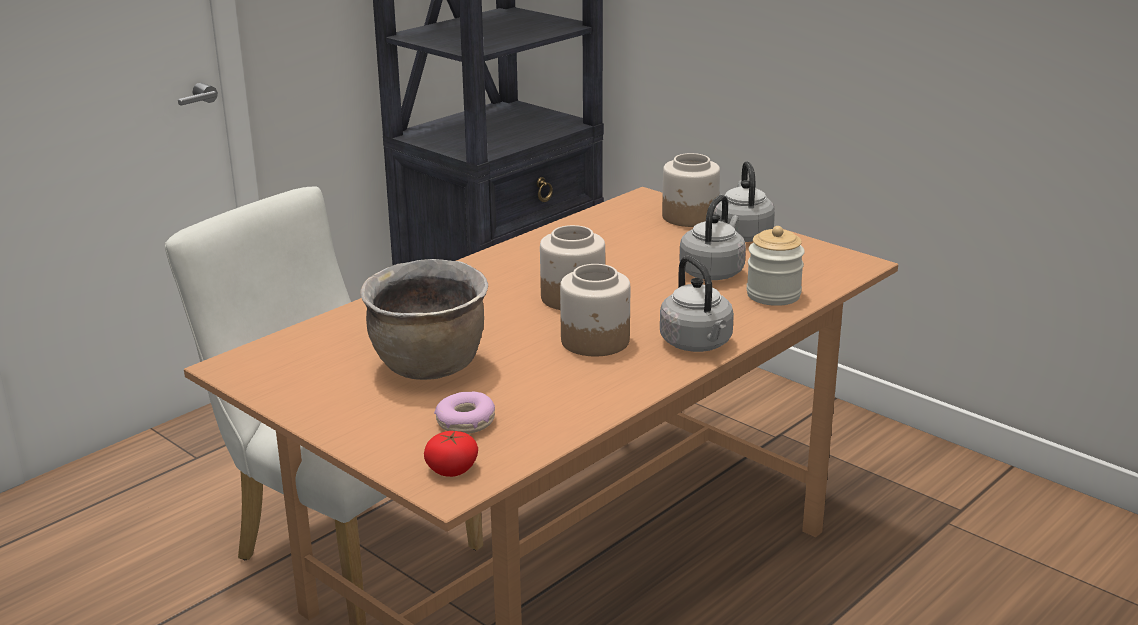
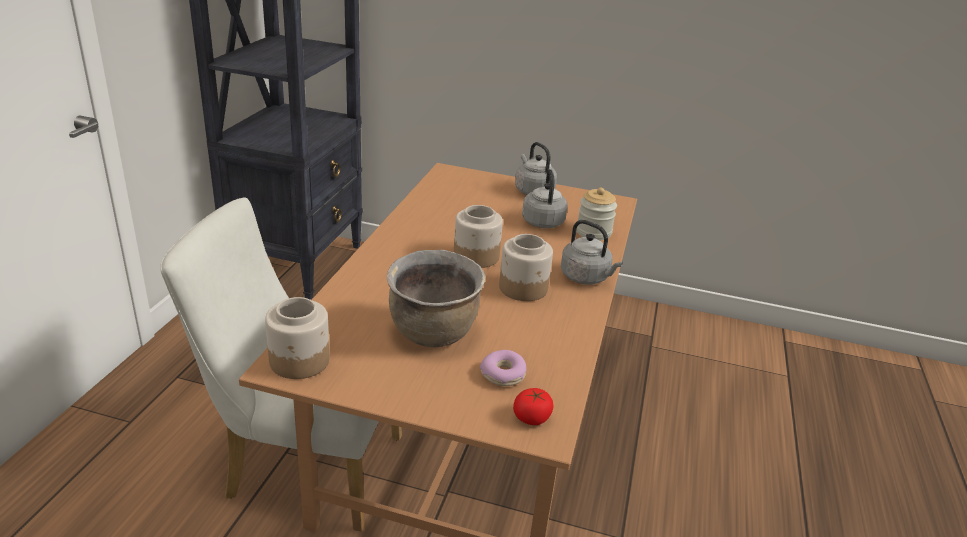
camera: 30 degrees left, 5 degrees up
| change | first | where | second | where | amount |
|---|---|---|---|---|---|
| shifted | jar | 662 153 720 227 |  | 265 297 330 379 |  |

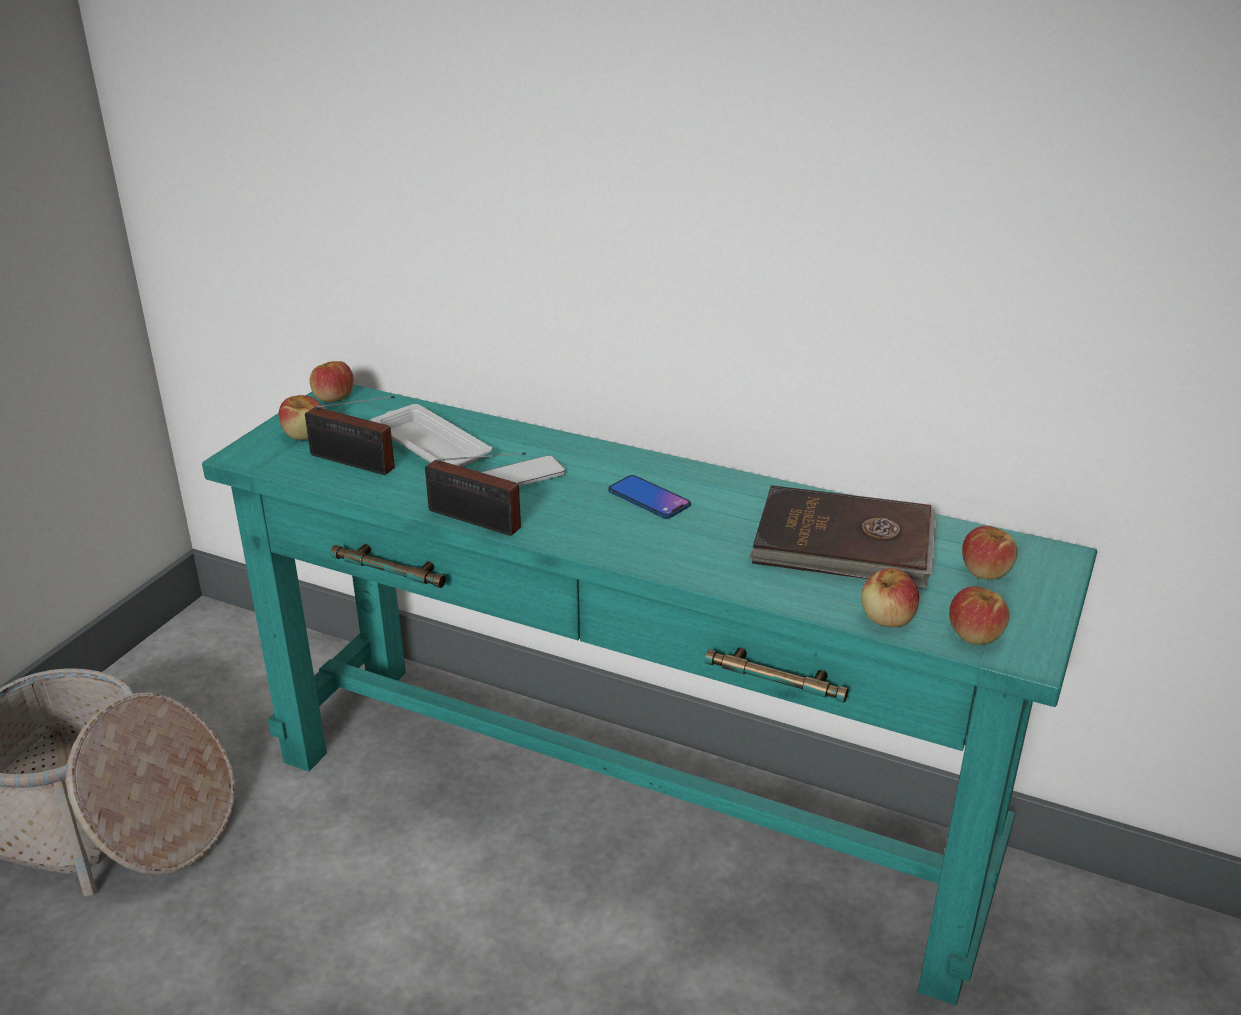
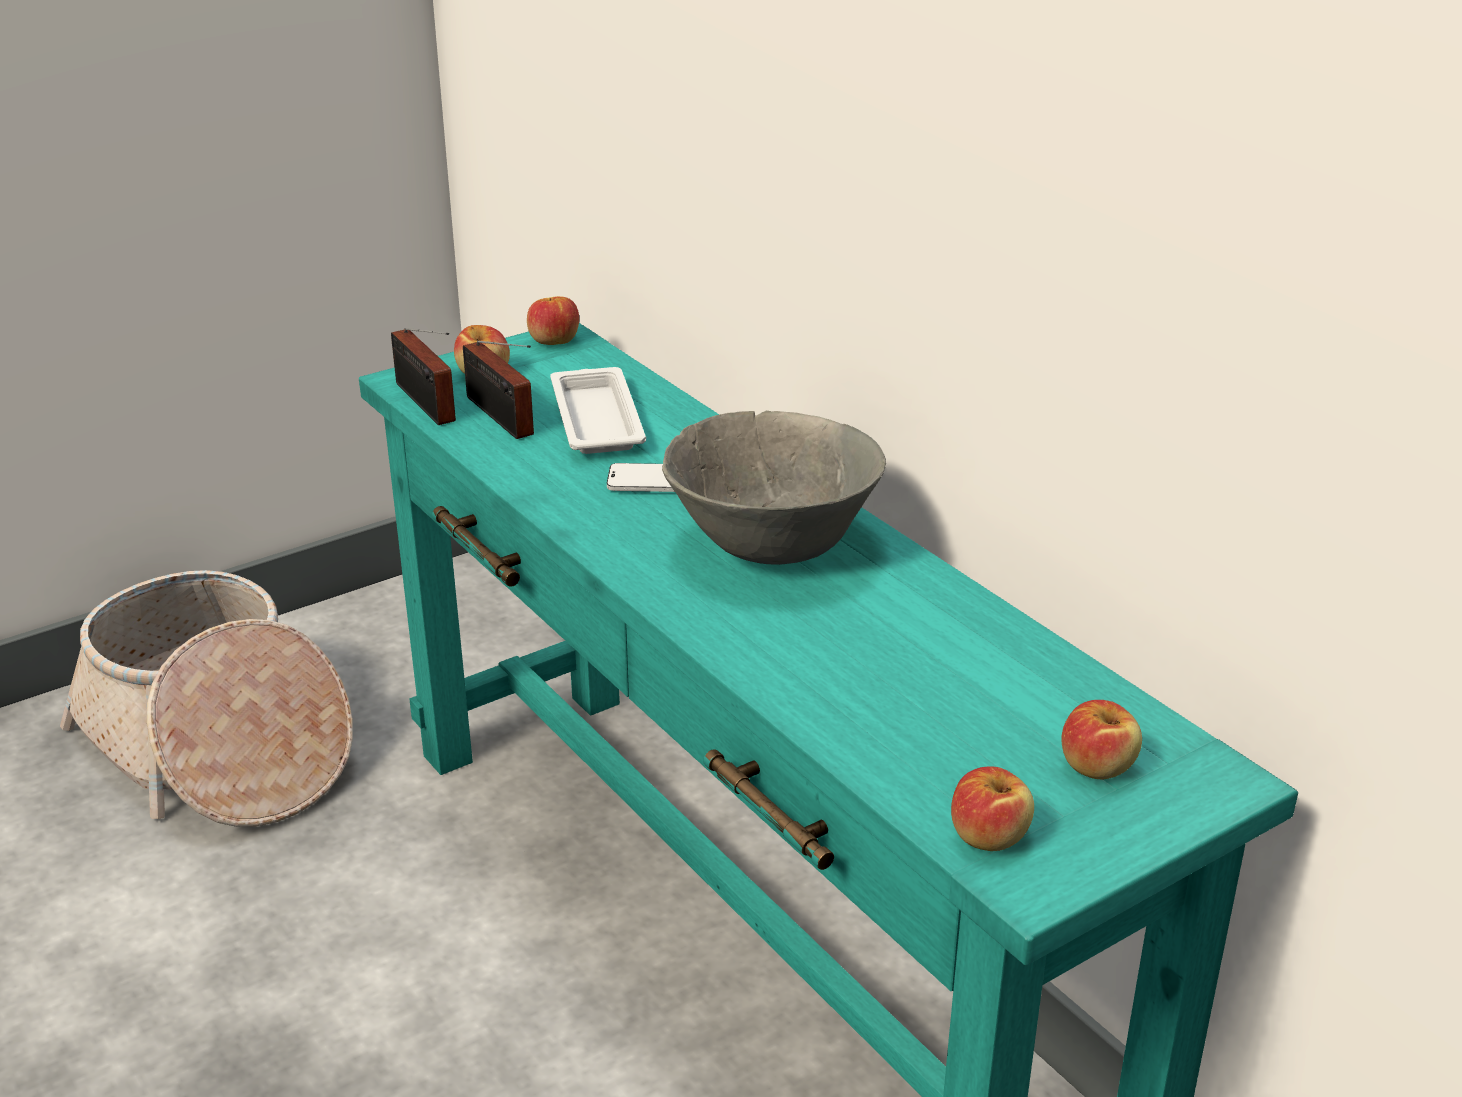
camera: 30 degrees right, 0 degrees up
| change | first | where | second | where | amount |
|---|---|---|---|---|---|
| shifted | radio | 425 453 526 536 |  | 391 328 456 425 |  |
| swapped | phone | 608 475 691 519 | grey bowl | 662 410 886 565 |  |
| gone | brown book | 749 485 937 588 |  |  |  |
| gone | apple | 861 568 919 627 |  |  |  |

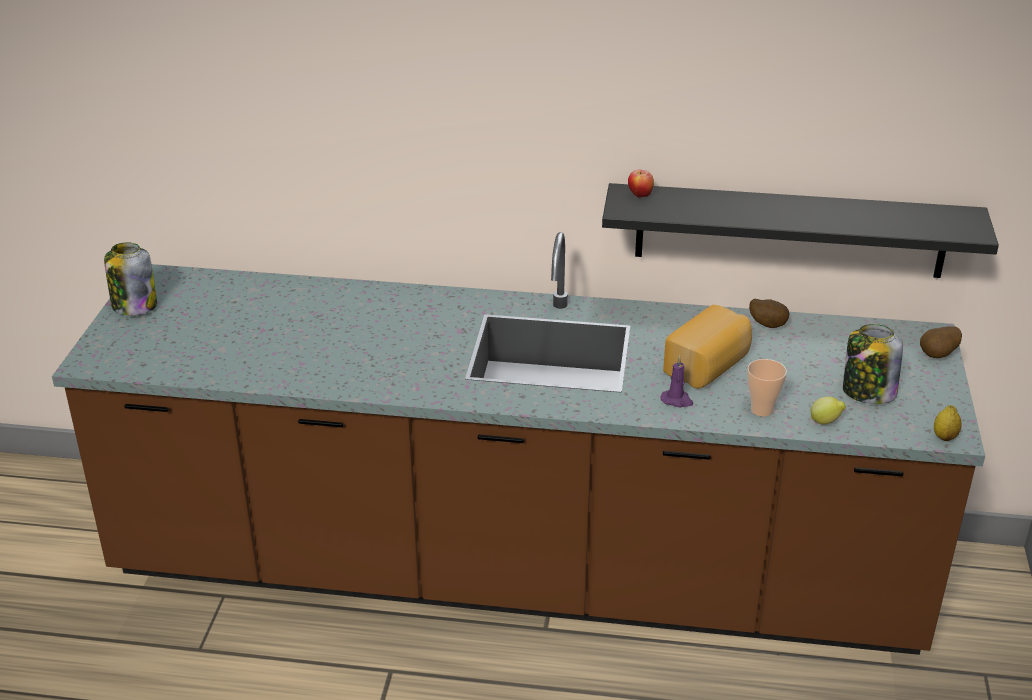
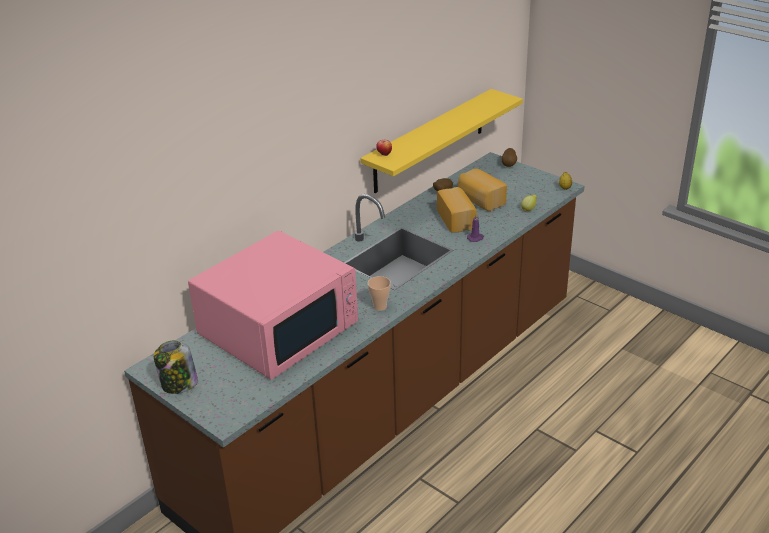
camera: 55 degrees left, 0 degrees up
| change | first | where | second | where | amount |
|---|---|---|---|---|---|
| repainted | black shelf | 602 183 999 278 | yellow shelf | 361 89 523 193 |  |
| gone | jar | 843 324 903 404 |  |  |  |
| shifted | cup | 747 359 787 416 |  | 368 276 391 311 |  |
| new |  |  | bread | 458 169 507 211 |  |
| new |  |  | pink microwave | 188 230 358 380 |  |

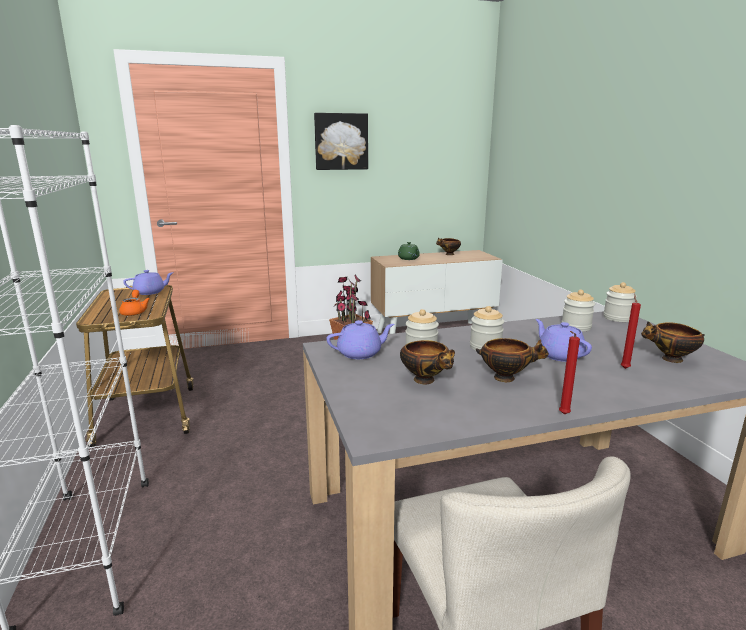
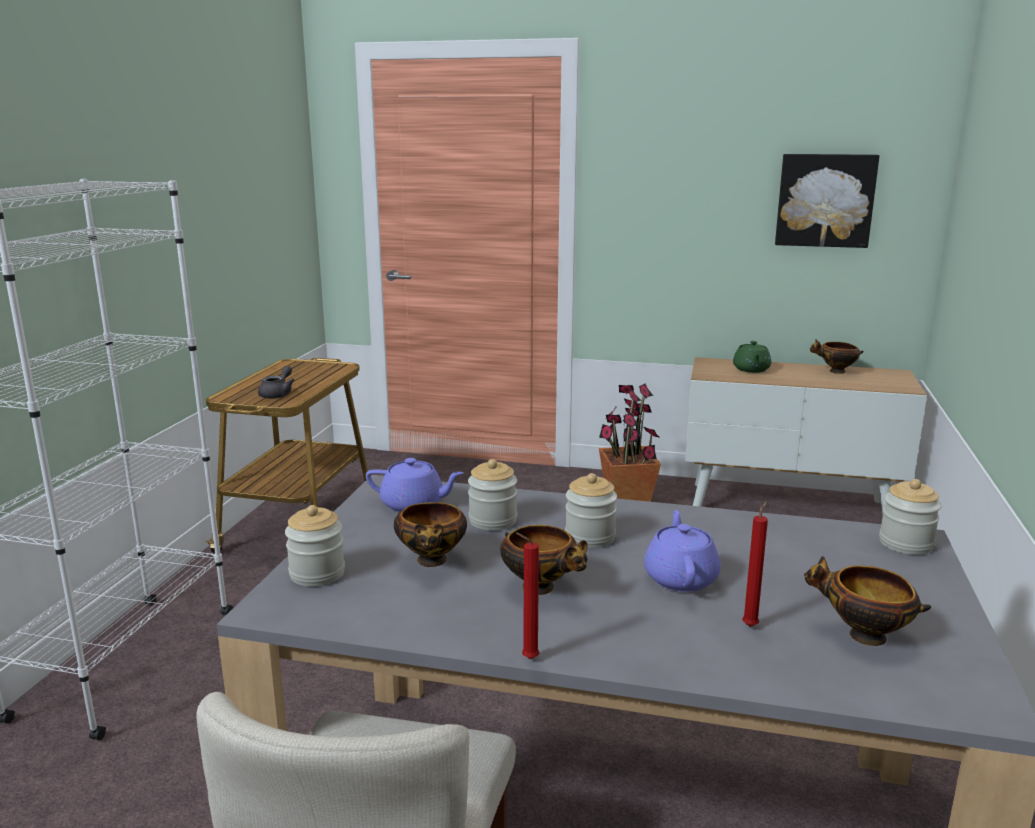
camera: 30 degrees right, 0 degrees up
| change | first | where | second | where | amount |
|---|---|---|---|---|---|
| shifted | picture | 314 113 368 170 |  | 775 154 879 248 |  |
| gone | purple teapot | 123 270 174 295 |  |  |  |
| repainted | orange teapot | 119 290 150 316 | grey teapot | 258 366 295 399 |  |
| shifted | jar | 561 290 595 332 |  | 285 505 345 587 |  |

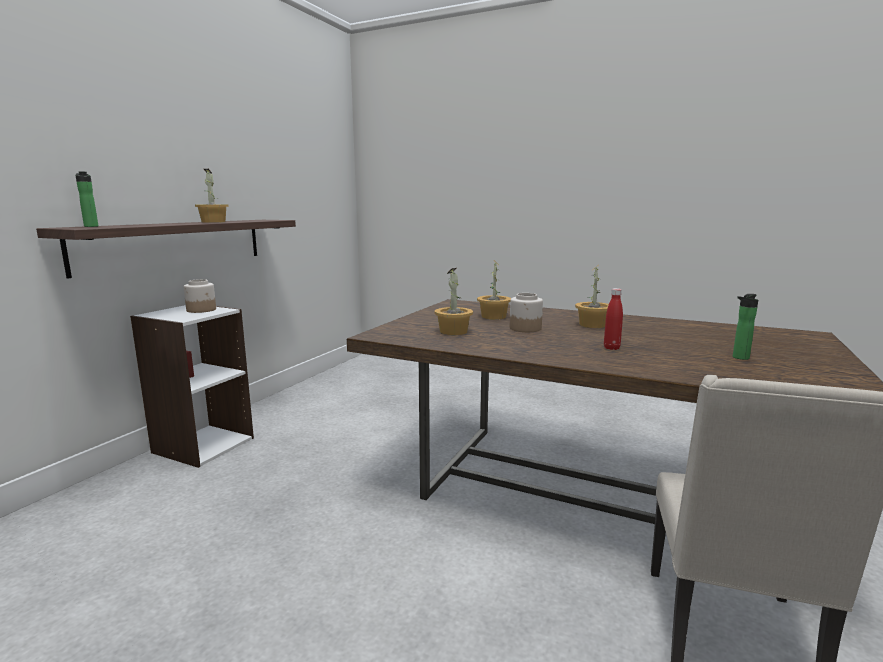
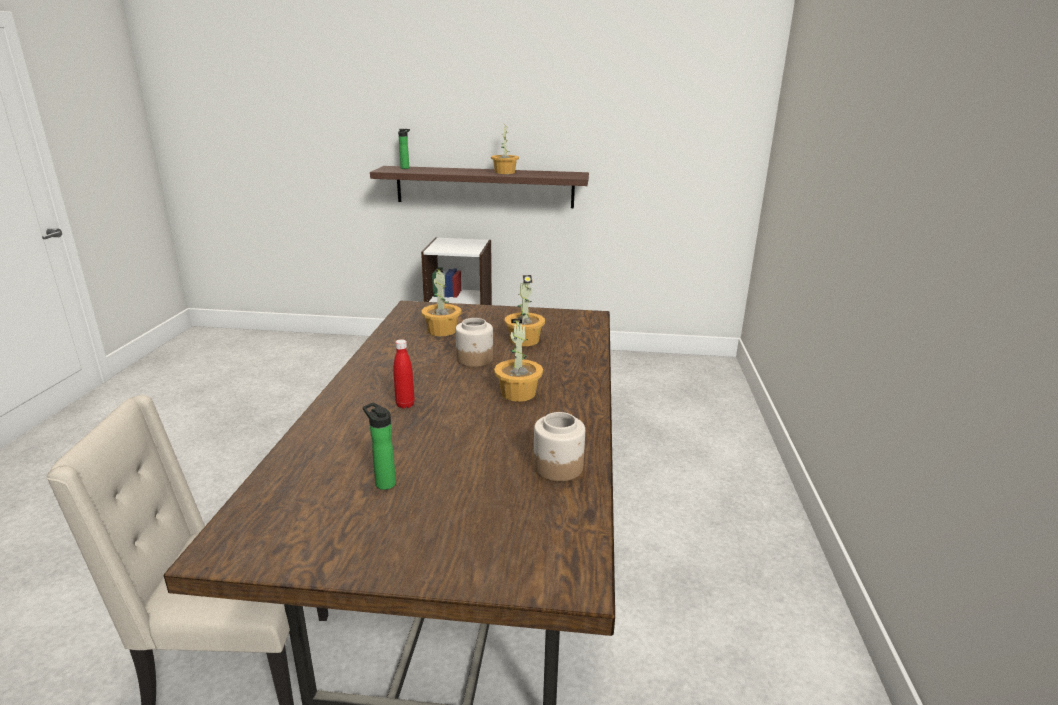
camera: 70 degrees right, 10 degrees up
| change | first | where | second | where | amount |
|---|---|---|---|---|---|
| shifted | jar | 184 279 216 313 |  | 533 412 585 481 |  |

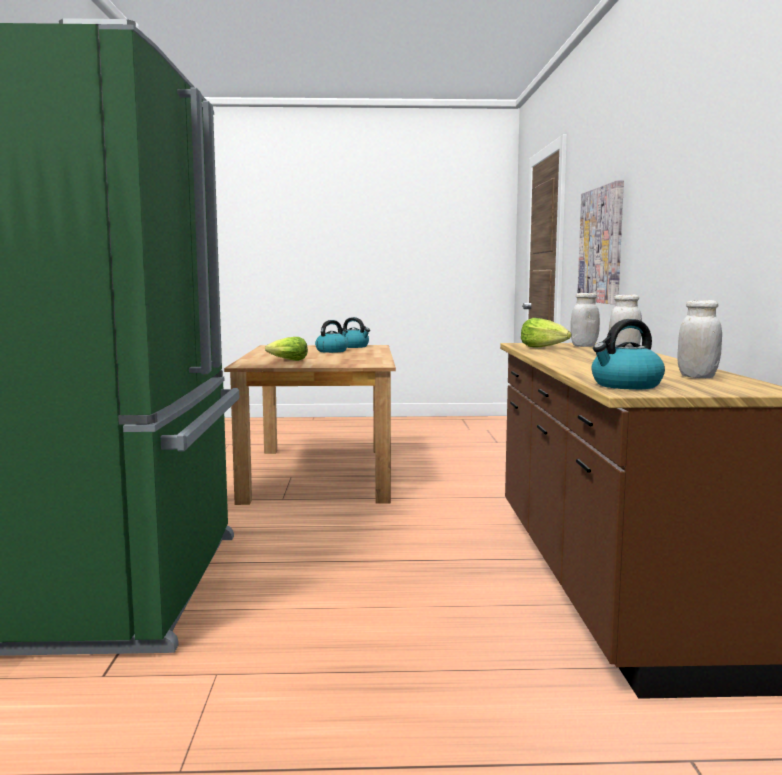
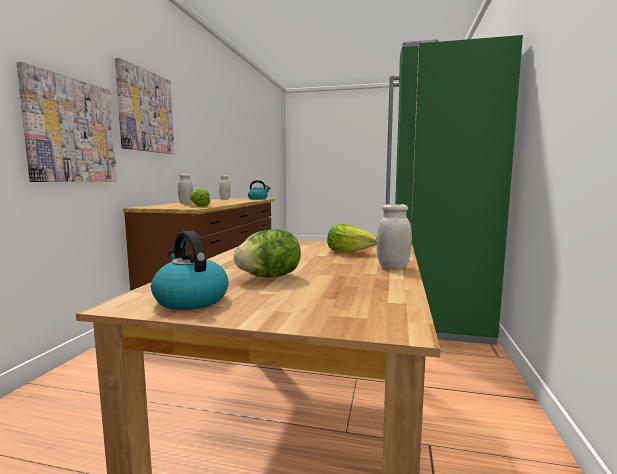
camera: 165 degrees left, 0 degrees up
| change | first | where | second | where | amount |
|---|---|---|---|---|---|
| shifted | white jar | 571 293 600 347 |  | 377 204 412 269 |  |
| swapped | kettle | 315 320 348 353 | lettuce | 234 229 301 277 |  |
| new |  |  | picture | 115 58 175 154 |  |

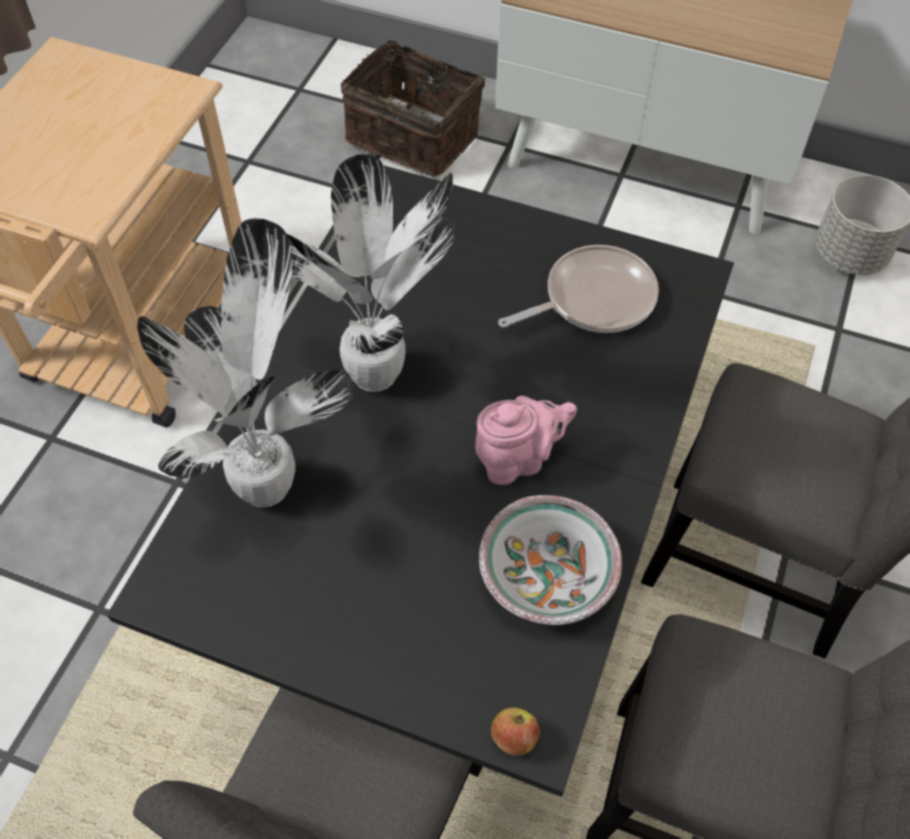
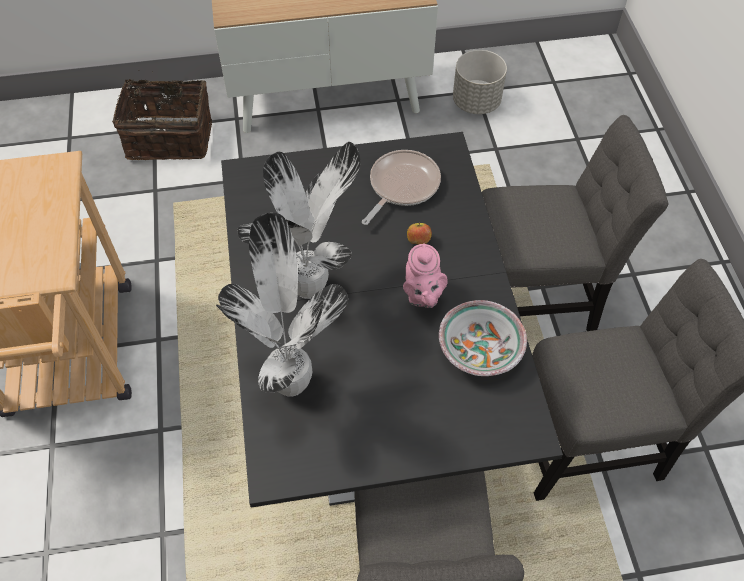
camera: 30 degrees left, 0 degrees up
| change | first | where | second | where | amount |
|---|---|---|---|---|---|
| rotated | pink teapot | 475 396 577 485 |  | 403 243 448 308 | 135 degrees clockwise |
| shifted | apple | 491 707 540 756 |  | 407 223 432 245 |  |

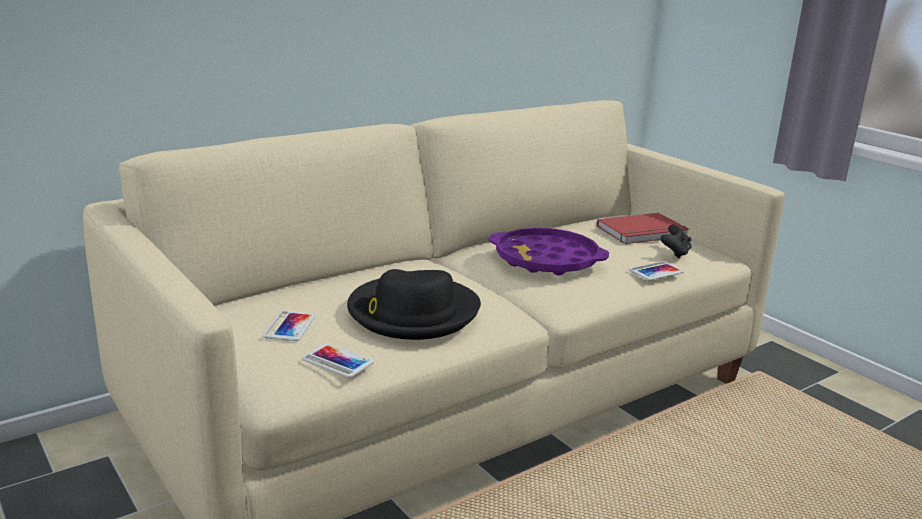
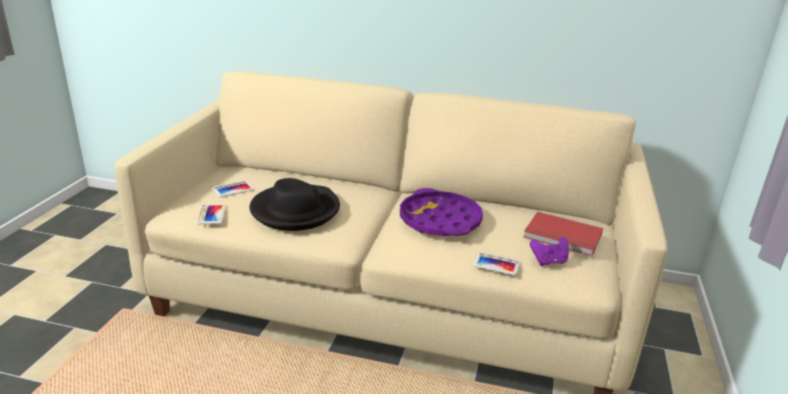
camera: 50 degrees right, 5 degrees up
| change | first | where | second | where | amount |
|---|---|---|---|---|---|
| repainted | black game controller | 660 225 692 258 | purple game controller | 530 237 569 266 |  |

